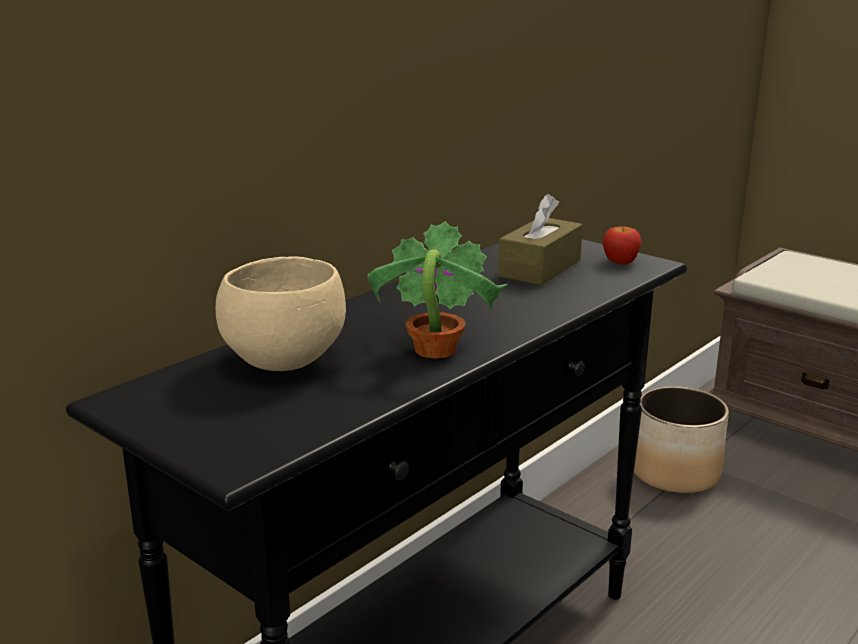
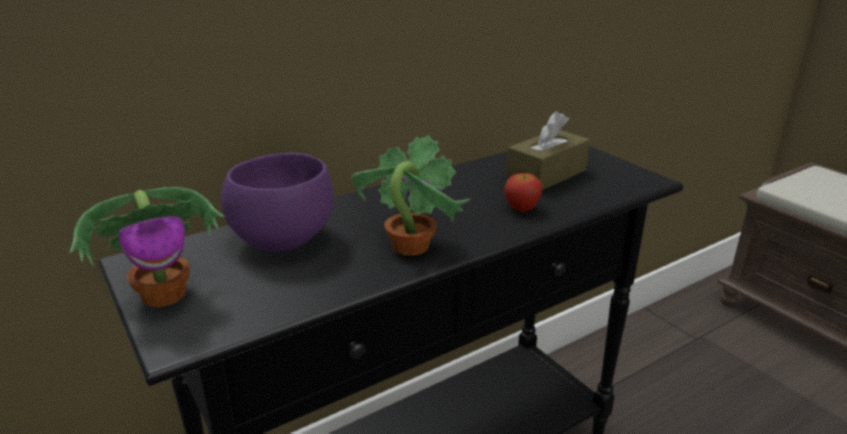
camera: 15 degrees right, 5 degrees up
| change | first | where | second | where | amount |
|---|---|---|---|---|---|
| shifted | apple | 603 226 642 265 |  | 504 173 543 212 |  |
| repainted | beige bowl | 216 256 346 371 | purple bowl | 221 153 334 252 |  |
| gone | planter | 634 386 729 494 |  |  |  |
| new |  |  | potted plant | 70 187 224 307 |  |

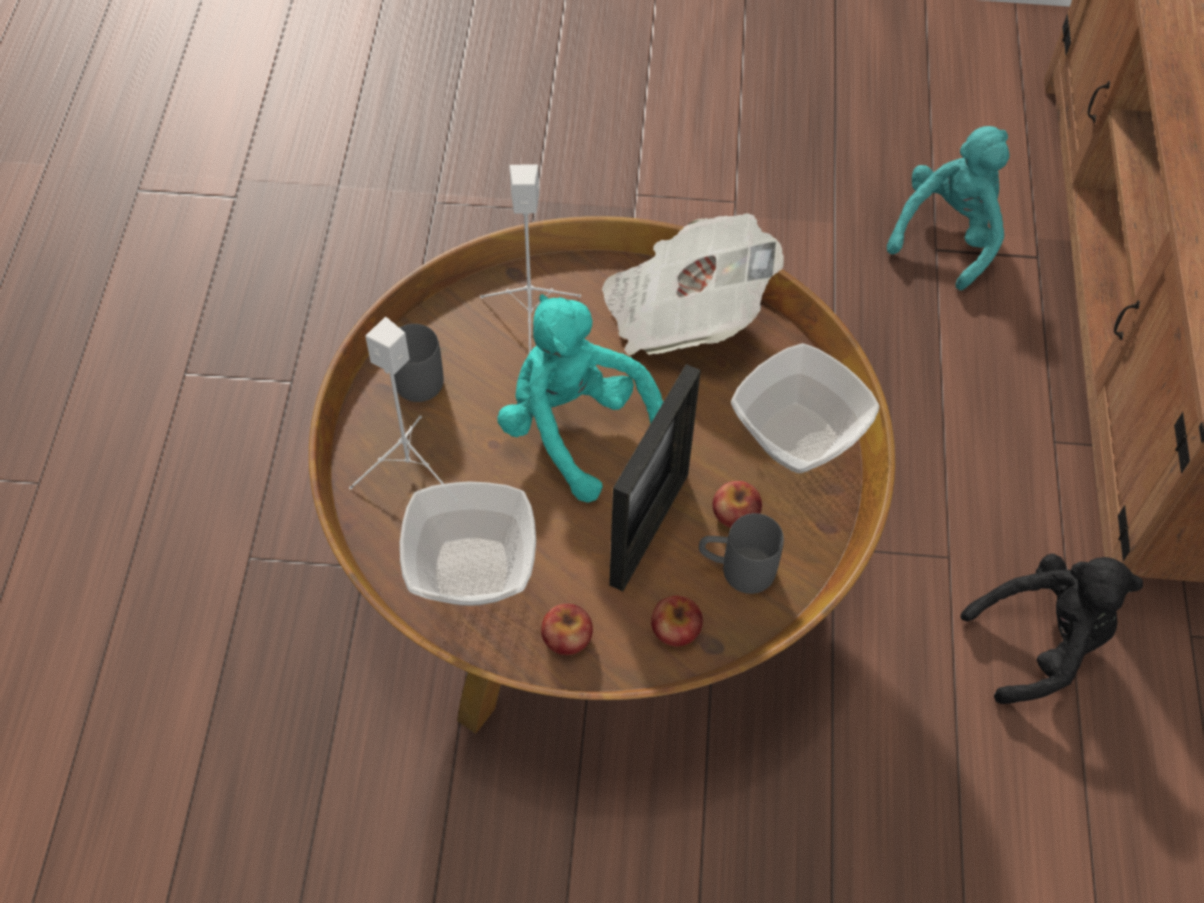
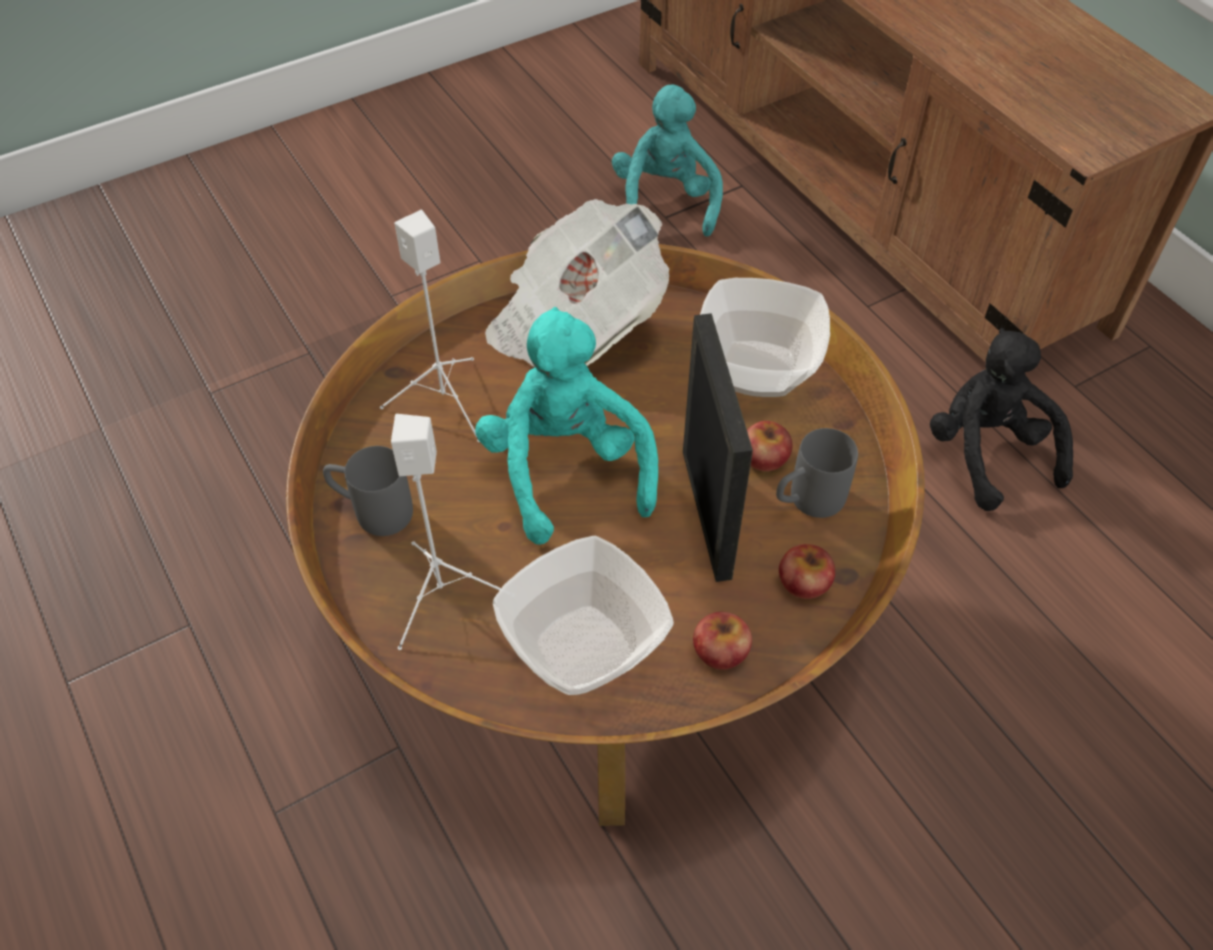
camera: 35 degrees left, 5 degrees down
| change | first | where | second | where | amount |
|---|---|---|---|---|---|
| rotated | turquoise plush toy | 497 294 663 503 |  | 475 307 658 545 | 60 degrees clockwise |
| rotated | black plush toy | 960 554 1143 704 |  | 930 328 1073 511 | 60 degrees counterclockwise |

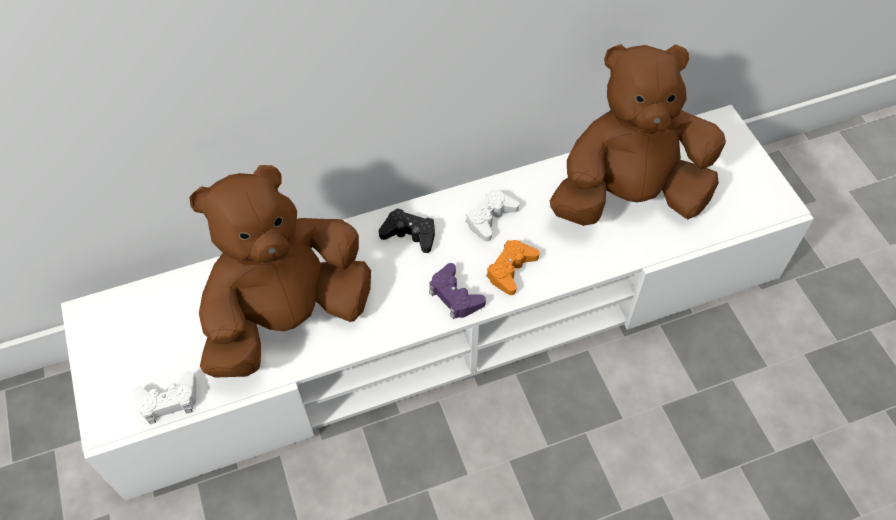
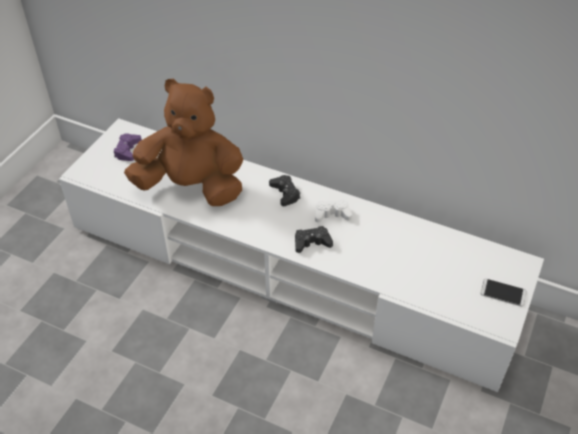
camera: 45 degrees right, 10 degrees down
| change | first | where | second | where | amount |
|---|---|---|---|---|---|
| gone | brown plush toy | 550 44 726 226 |  |  |  |
| repainted | orange game controller | 486 240 540 295 | black game controller | 295 226 333 253 |  |
| shifted | purple game controller | 429 263 486 319 |  | 114 133 142 161 |  |
| gone | white game controller | 132 371 196 424 |  |  |  |
| new |  |  | phone | 480 279 527 307 |  |

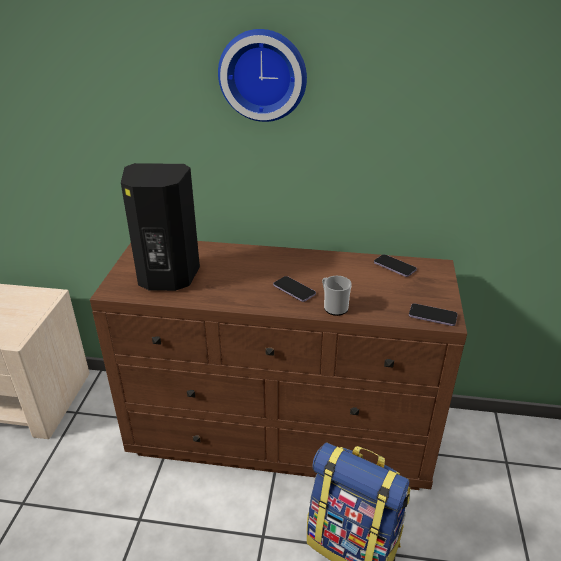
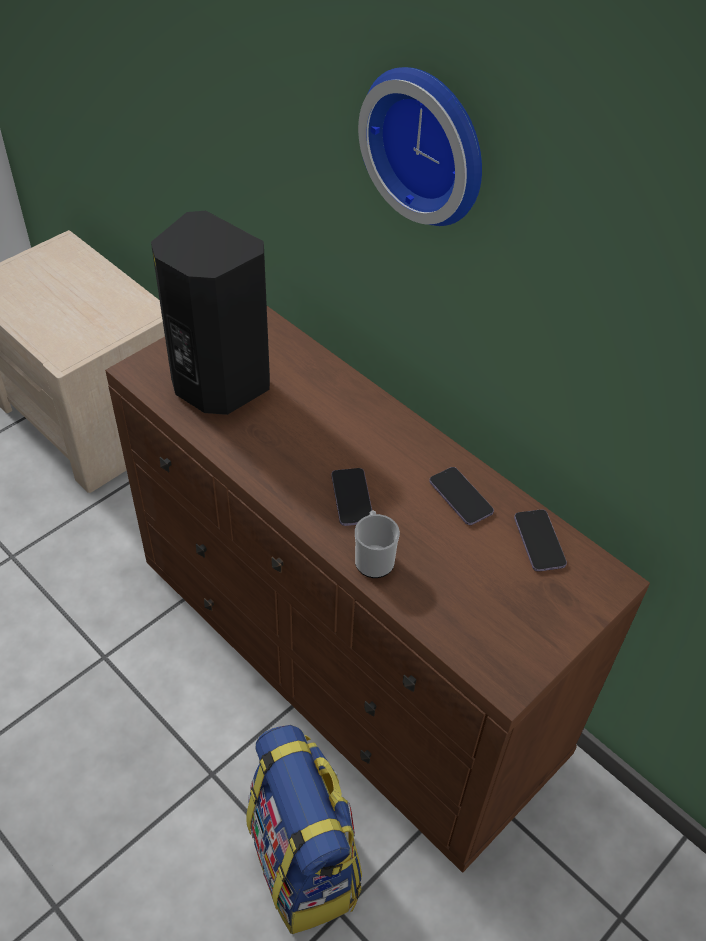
camera: 35 degrees right, 15 degrees up
| change | first | where | second | where | amount |
|---|---|---|---|---|---|
| shifted | phone | 409 303 458 326 |  | 429 467 494 525 |  |

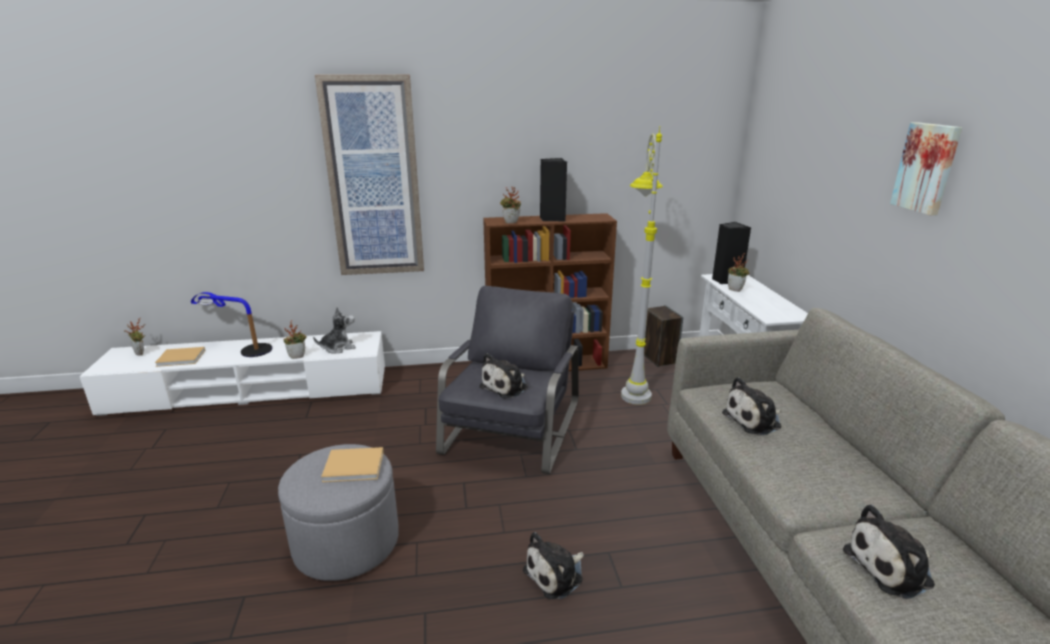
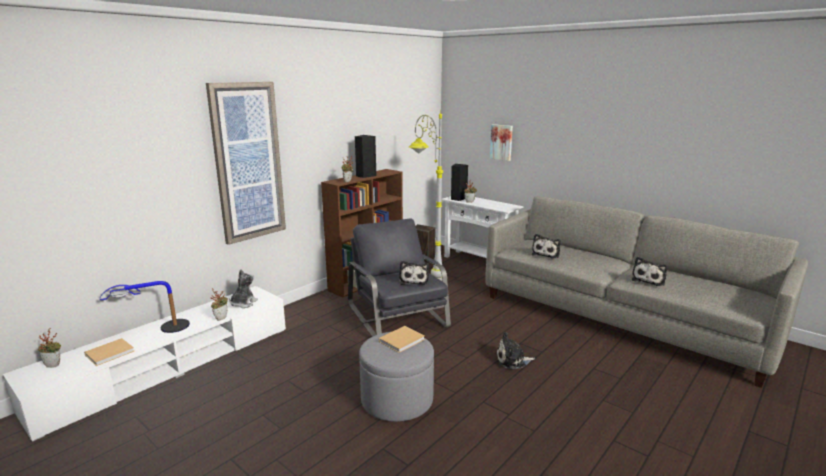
camera: 40 degrees left, 5 degrees down
| change | first | where | second | where | amount |
|---|---|---|---|---|---|
| shifted | picture | 890 122 962 215 |  | 490 124 513 161 |  |
| rotated | plush toy | 523 532 584 599 |  | 496 332 535 369 | 75 degrees clockwise |

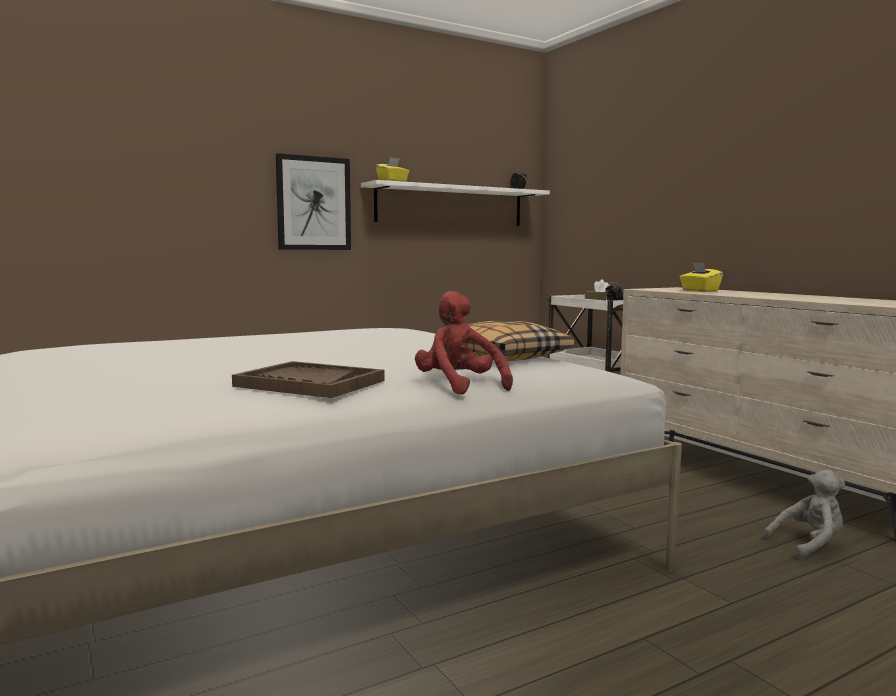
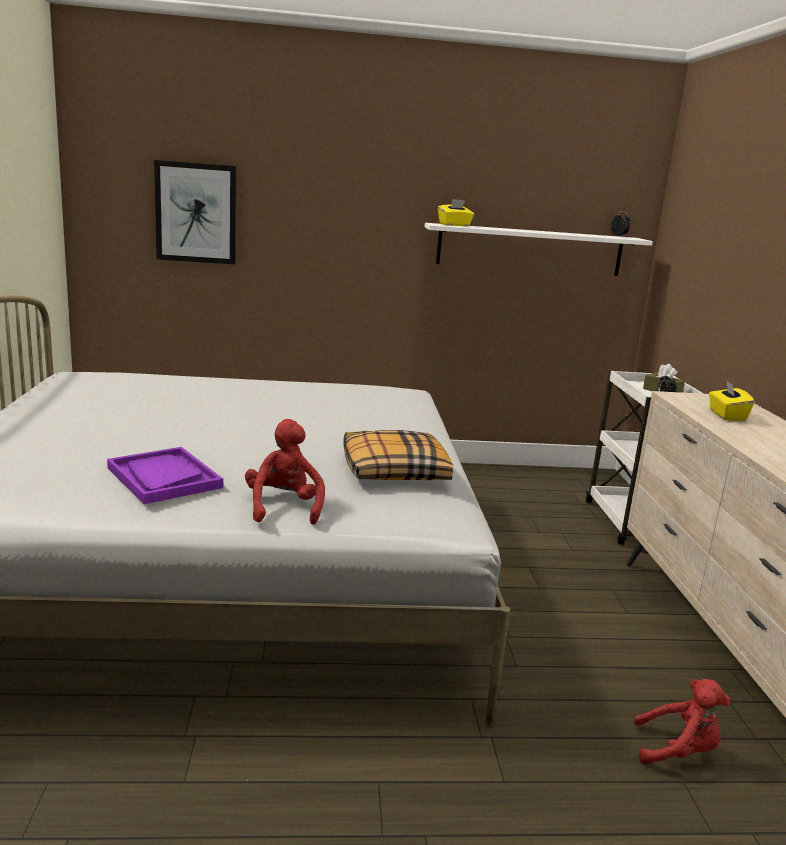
camera: 25 degrees right, 10 degrees up
| change | first | where | second | where | amount |
|---|---|---|---|---|---|
| shifted | picture | 276 153 351 250 |  | 154 160 236 264 |  |
| repainted | brown tray | 232 361 385 398 | purple tray | 107 447 223 504 |  |
| repainted | grey plush toy | 763 470 845 560 | red plush toy | 634 679 731 765 |  |

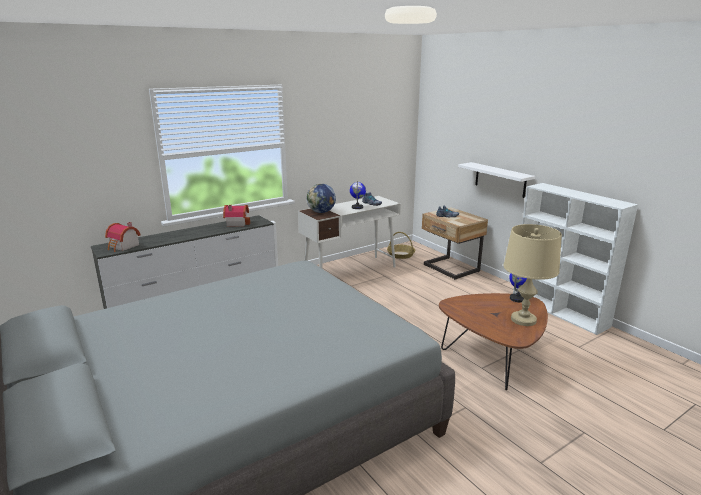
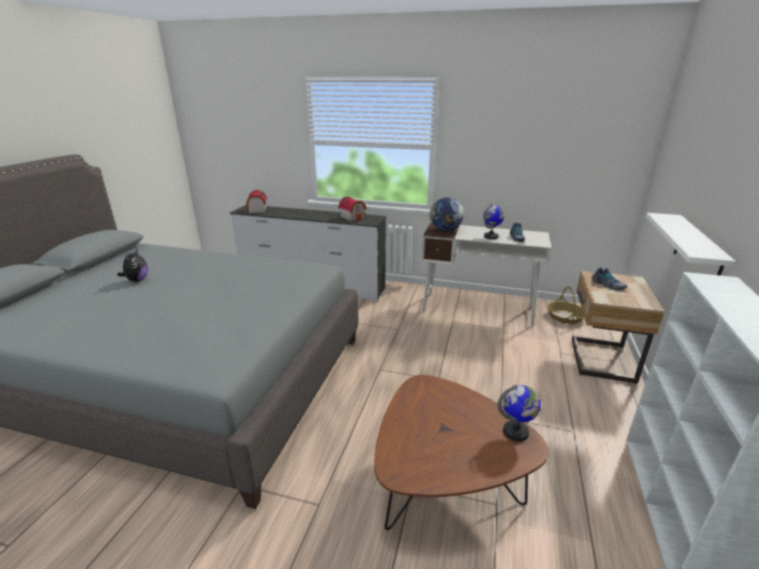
camera: 50 degrees right, 5 degrees up
| change | first | where | second | where | amount |
|---|---|---|---|---|---|
| gone | beige table lamp | 504 224 562 326 |  |  |  |
| new |  |  | plush toy | 117 249 148 282 |  |

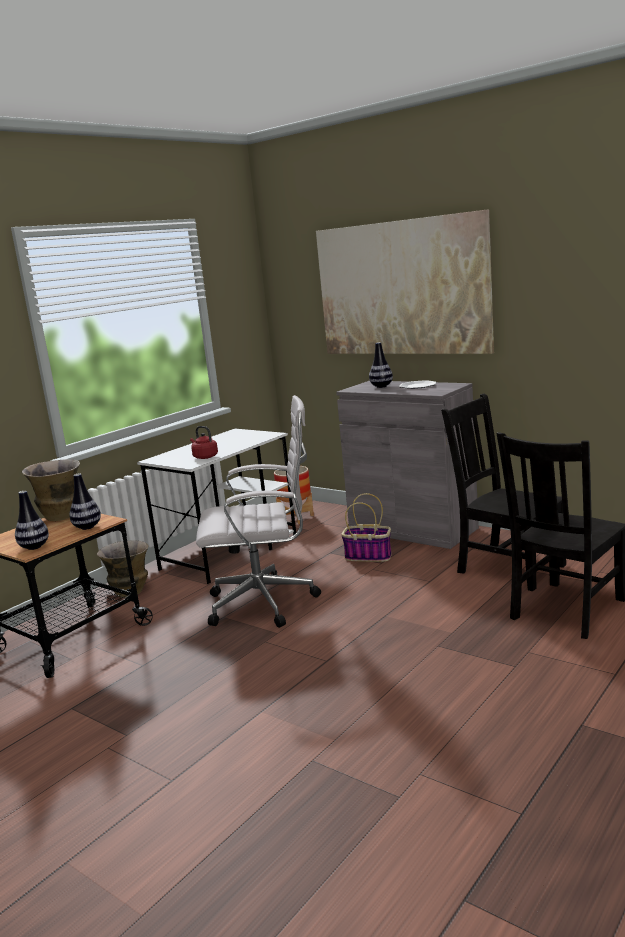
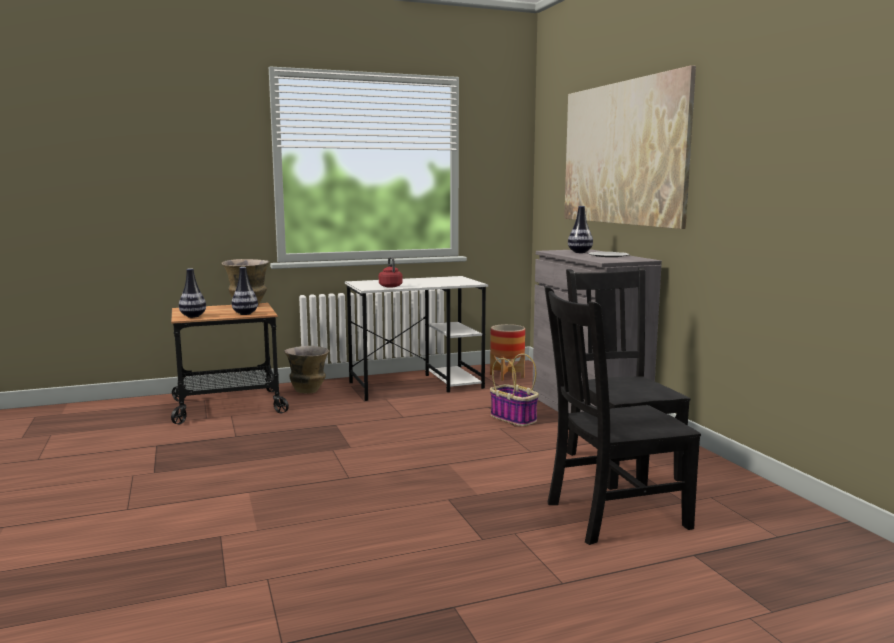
camera: 30 degrees right, 5 degrees down
| change | first | where | second | where | amount |
|---|---|---|---|---|---|
| gone | white office chair | 196 395 321 628 |  |  |  |

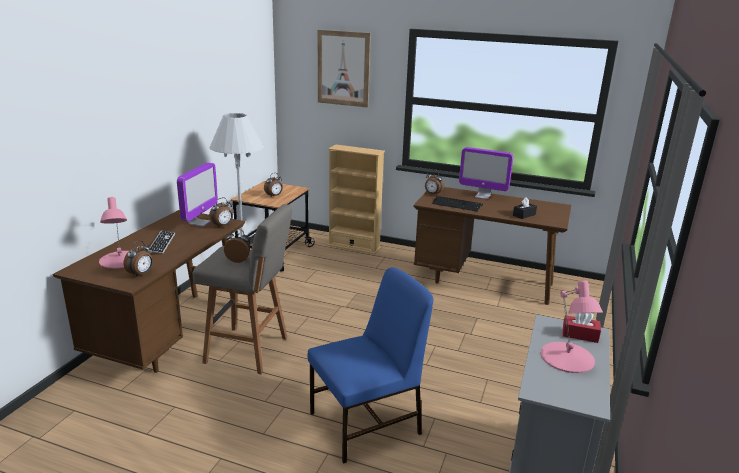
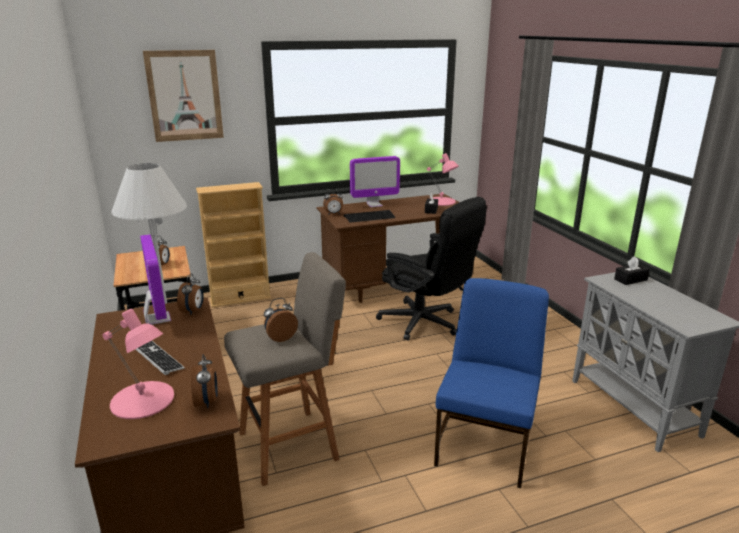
camera: 40 degrees left, 0 degrees up
| change | first | where | second | where | amount |
|---|---|---|---|---|---|
| shifted | pink table lamp | 541 281 603 373 |  | 427 153 459 206 |  |
| repainted | red tissue box | 563 313 601 343 | black tissue box | 614 256 650 285 |  |
| new |  |  | black office chair | 376 197 487 341 |  |

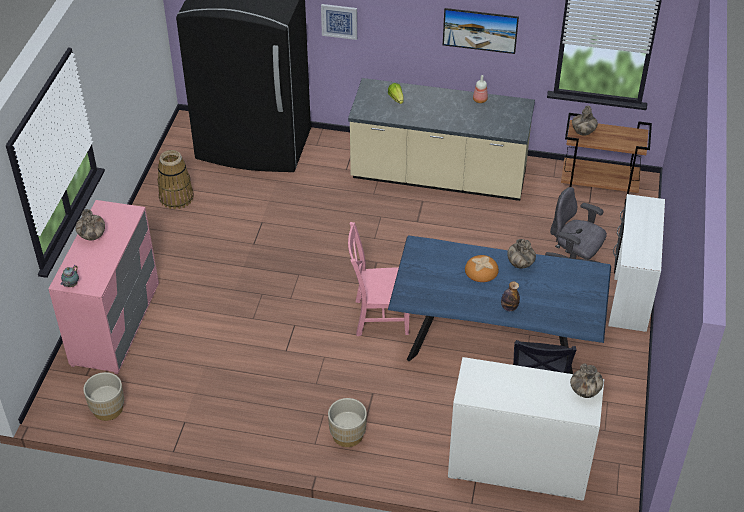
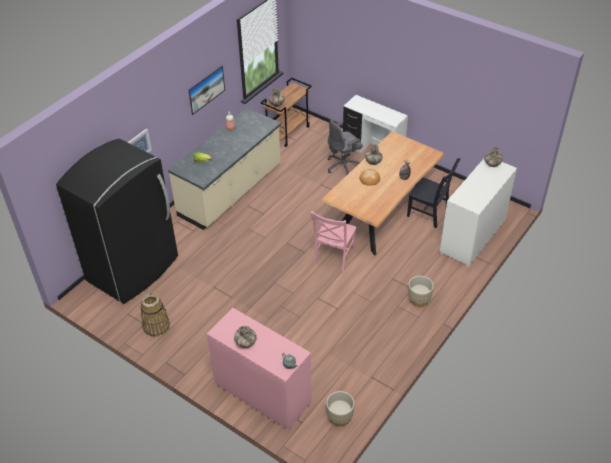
camera: 65 degrees left, 0 degrees up
| change | first | where | second | where | amount |
|---|---|---|---|---|---|
| repainted | blue dining table | 388 235 611 374 | brown dining table | 321 131 445 256 |  |

